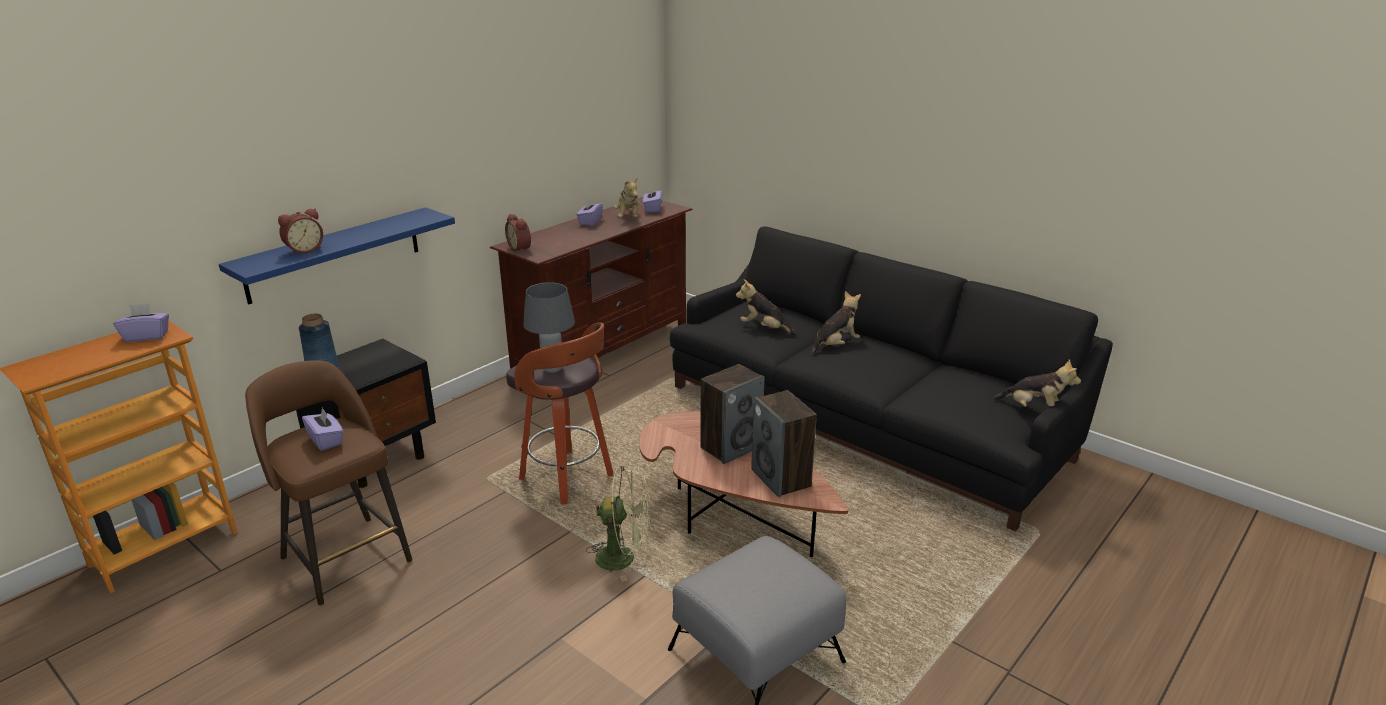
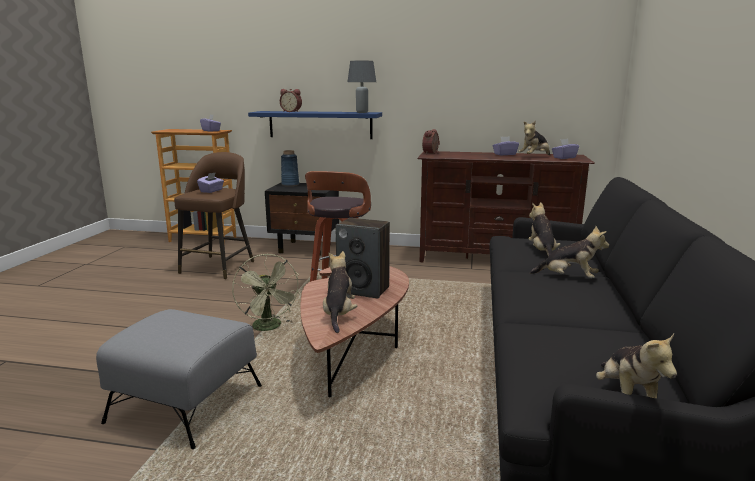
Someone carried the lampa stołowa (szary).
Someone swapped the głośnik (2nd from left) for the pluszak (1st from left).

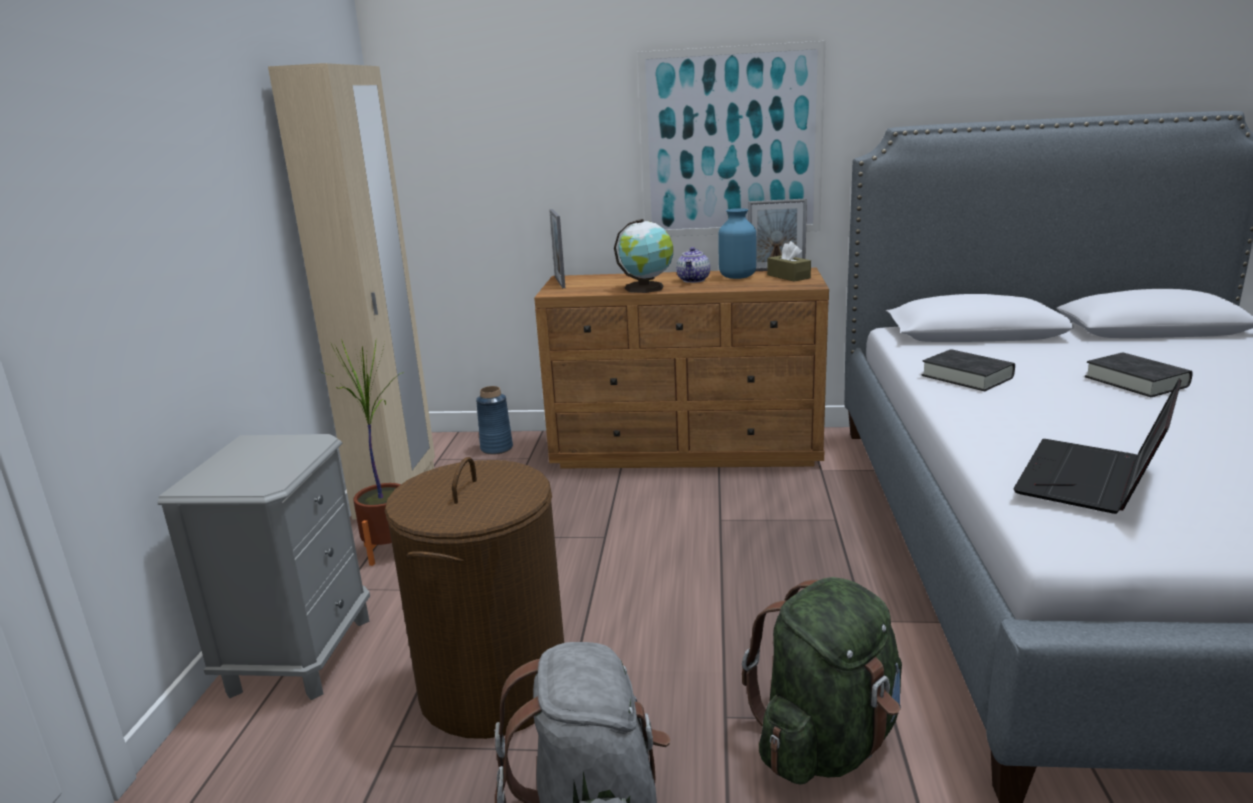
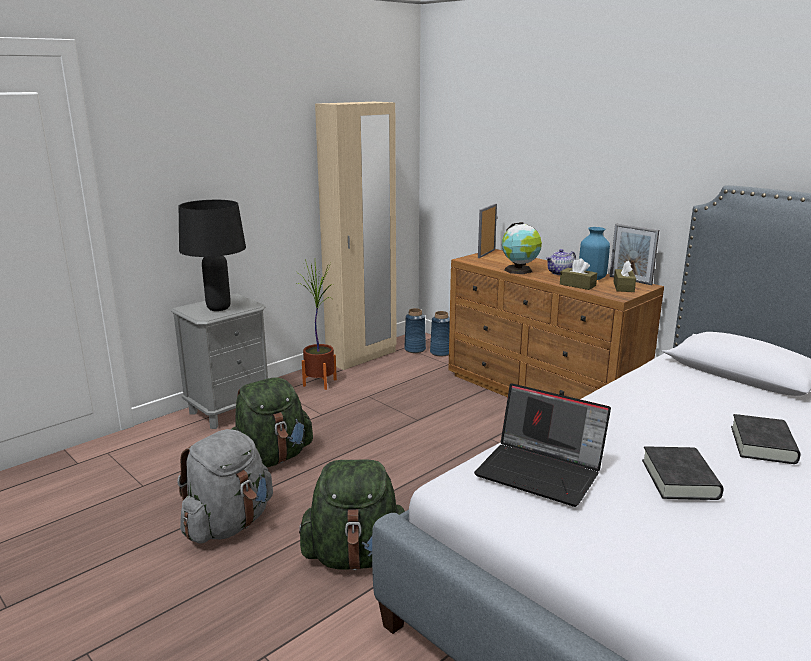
Someone swapped the kosz na pranie (brązowy) for the plecak (zielony) (1st from left).
Someone took away the obraz.
Someone carried the książka (czarny) (1st from left).
Someone rotated the laptop by 135 degrees counterclockwise.
Someone put down the lampa stołowa (czarny).
Someone put down the wazon (niebieski) (1st from left).
Someone put down the pudełko chusteczek (brązowy) (1st from left).

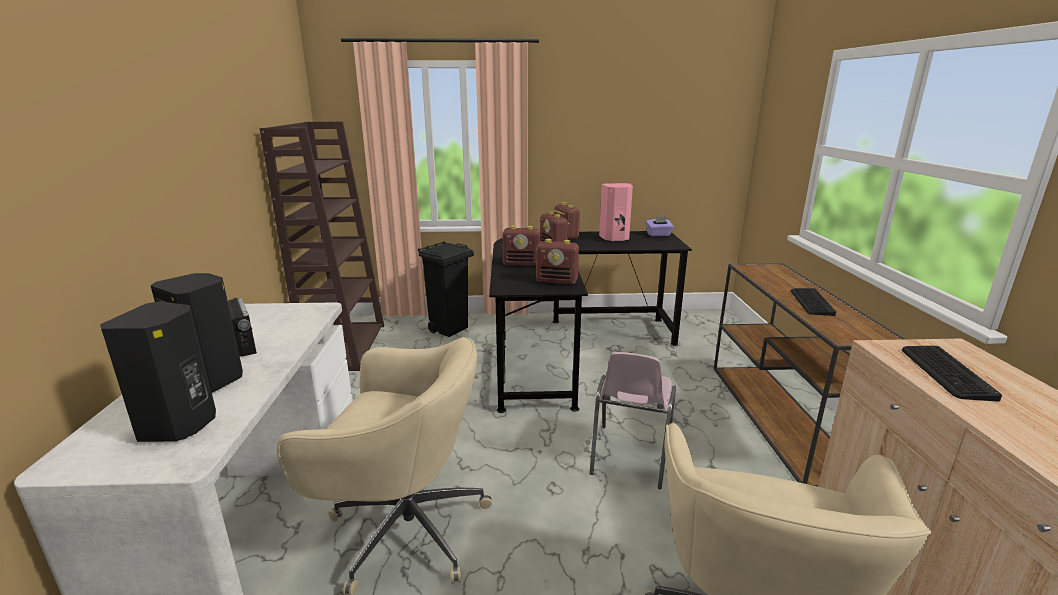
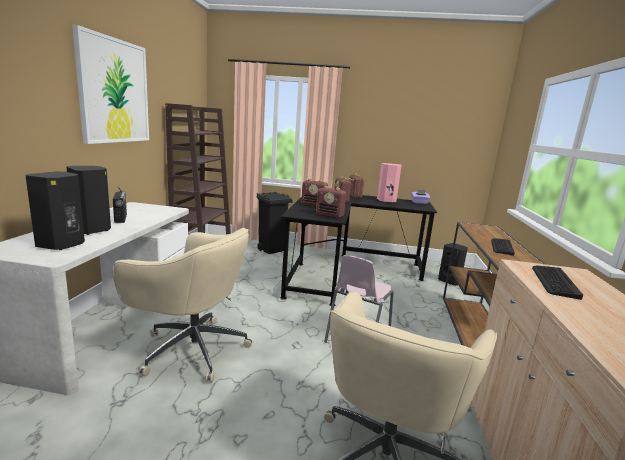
Someone put up the obraz.
Someone put down the głośnik (czarny) (3rd from left).

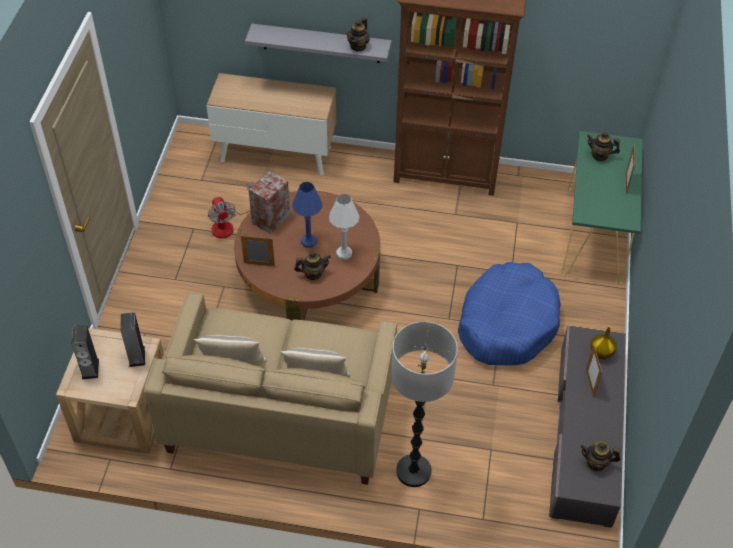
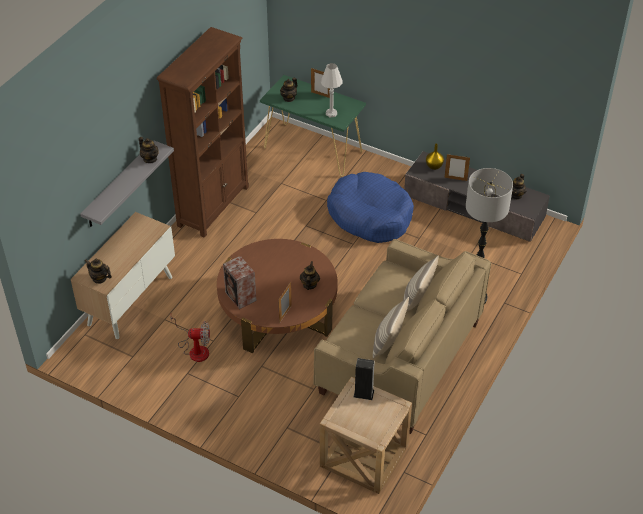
Someone took away the głośnik (1st from left).
Someone took away the lampa stołowa (niebieski).
Someone carried the lampa stołowa (biały).
Someone put down the imbryk (1st from left).

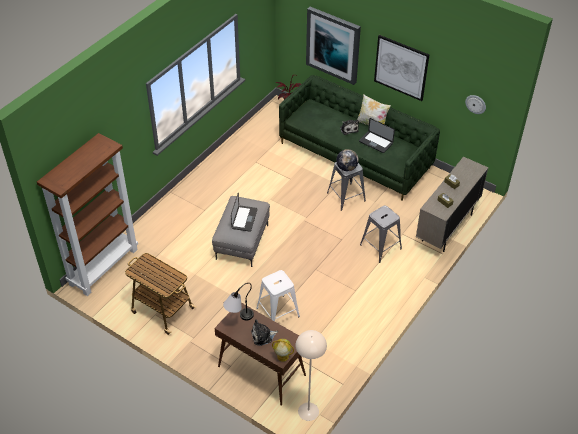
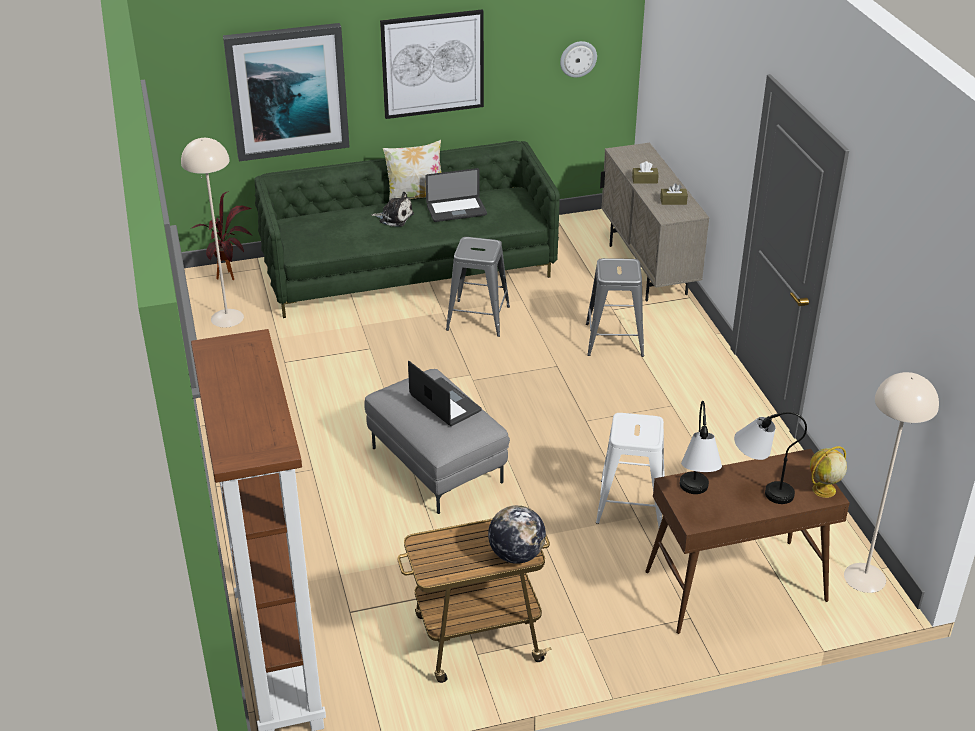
Someone swapped the pluszak (1st from left) for the lampa stołowa (2nd from left).
Someone carried the globus (2nd from left in the first image).
Someone put down the lampa stojąca (beżowy) (1st from left).

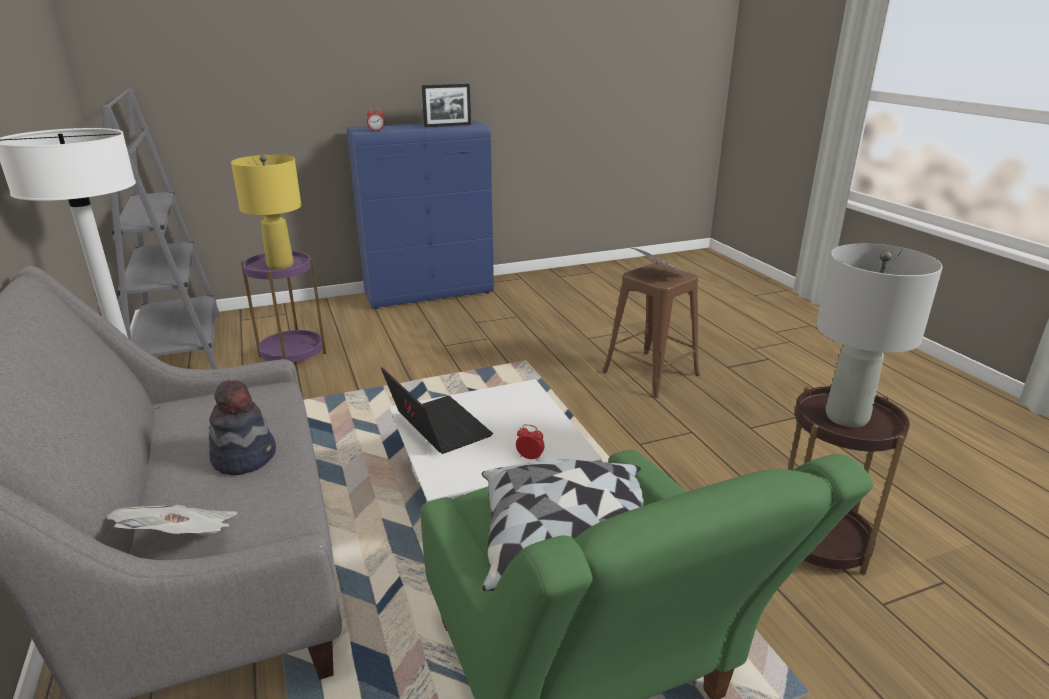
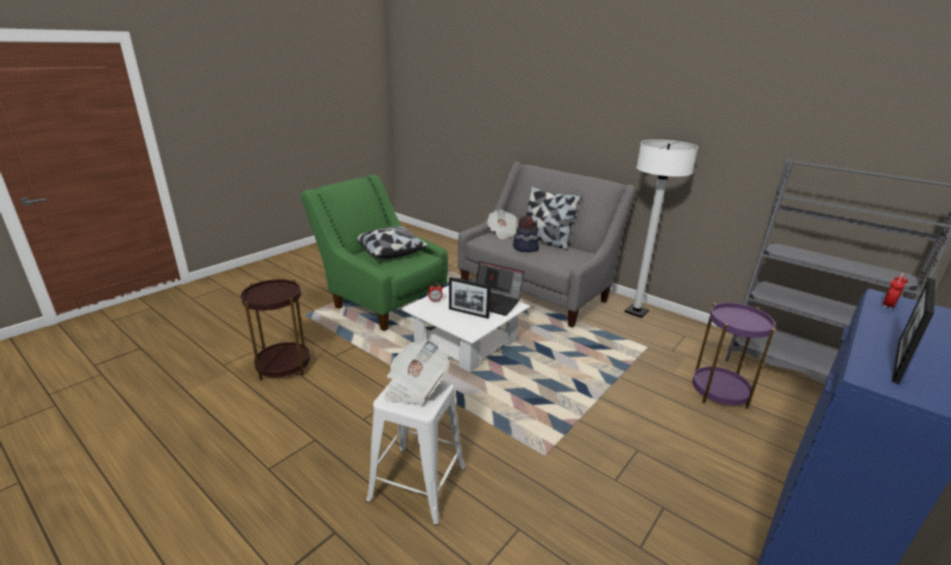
Someone took away the lampa stołowa (żółty).
Someone repainted the stołek (brązowy), which became the stołek (biały).
Someone took away the lampa stołowa (szary).
Someone put down the ramka na zdjęcie (1st from left).
Someone put down the poduszka (2nd from left).

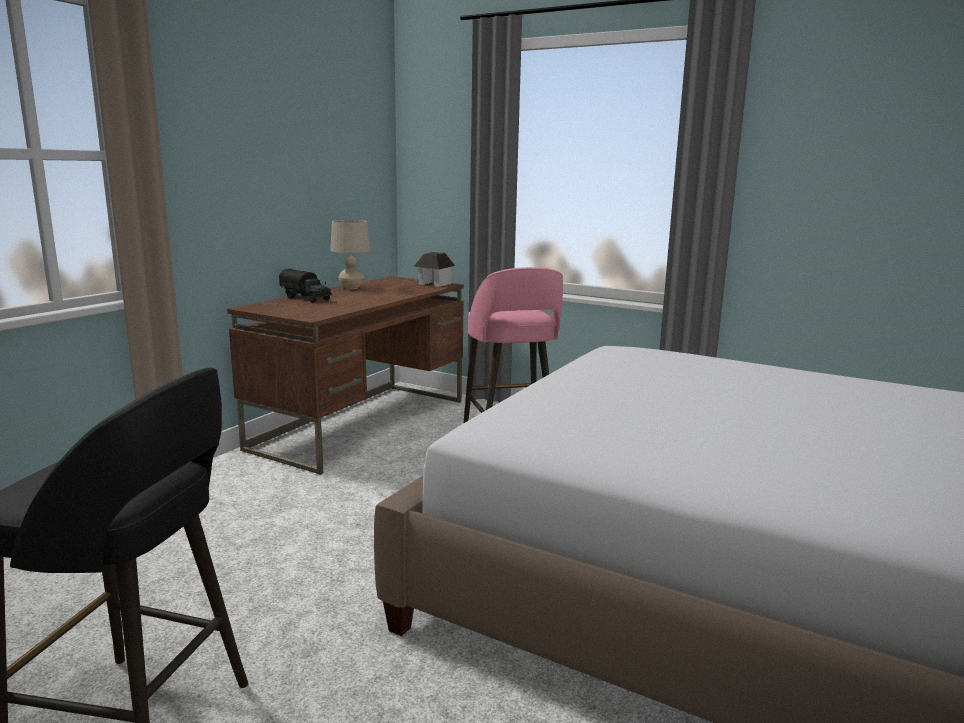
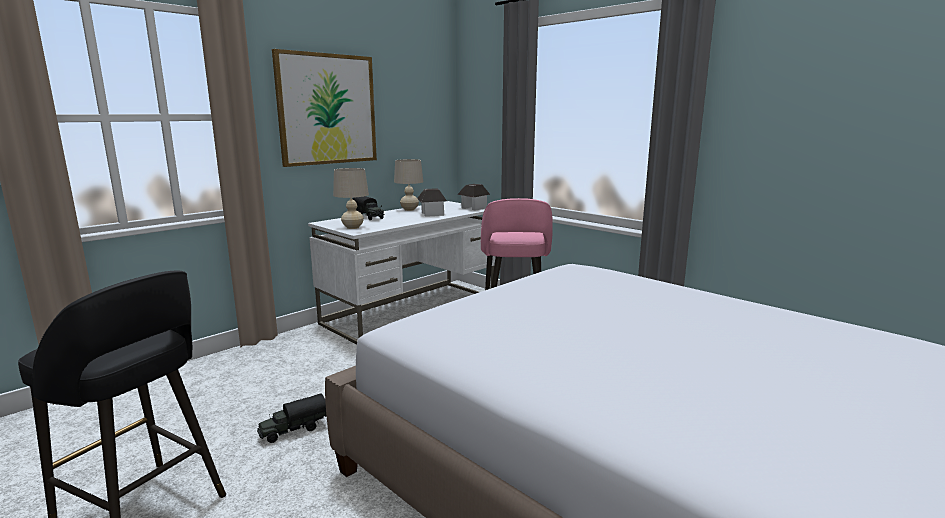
Someone repainted the biurko (brązowy), which became the biurko (biały).
Someone put down the ciężarówka zabawkowa (1st from left).
Someone put up the obraz.
Someone put down the lampa stołowa (beżowy) (1st from left).
Someone put down the domek (1st from left).

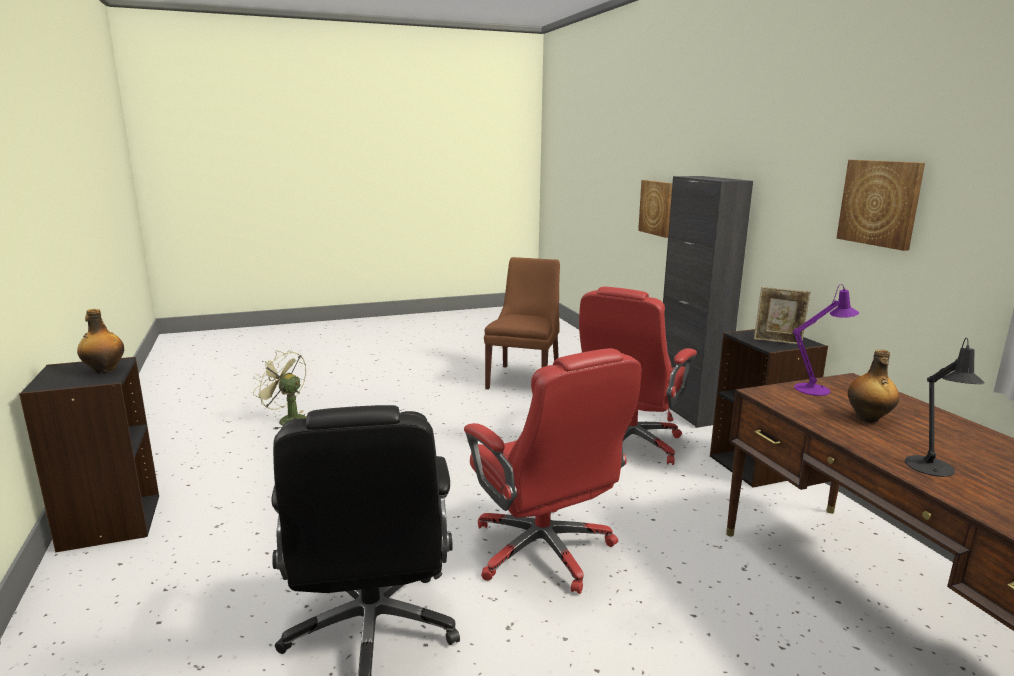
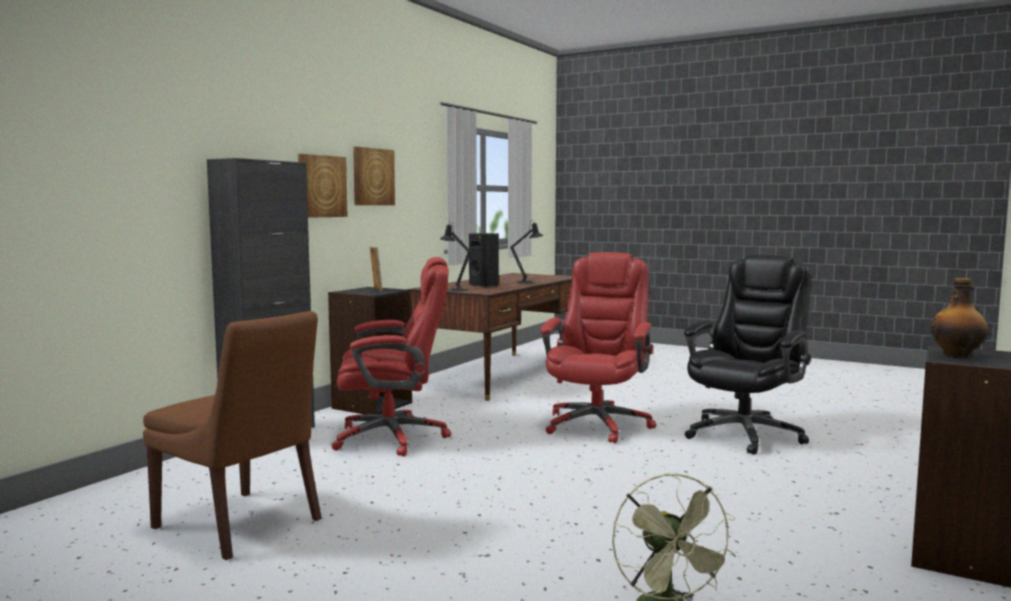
Someone rotated the krzesło (brązowy) by 120 degrees counterclockwise.
Someone carried the obraz (1st from left).
Someone repainted the lampa stołowa (fioletowy), which became the lampa stołowa (czarny) (1st from left).
Someone swapped the butelka (2nd from left) for the głośnik (czarny).

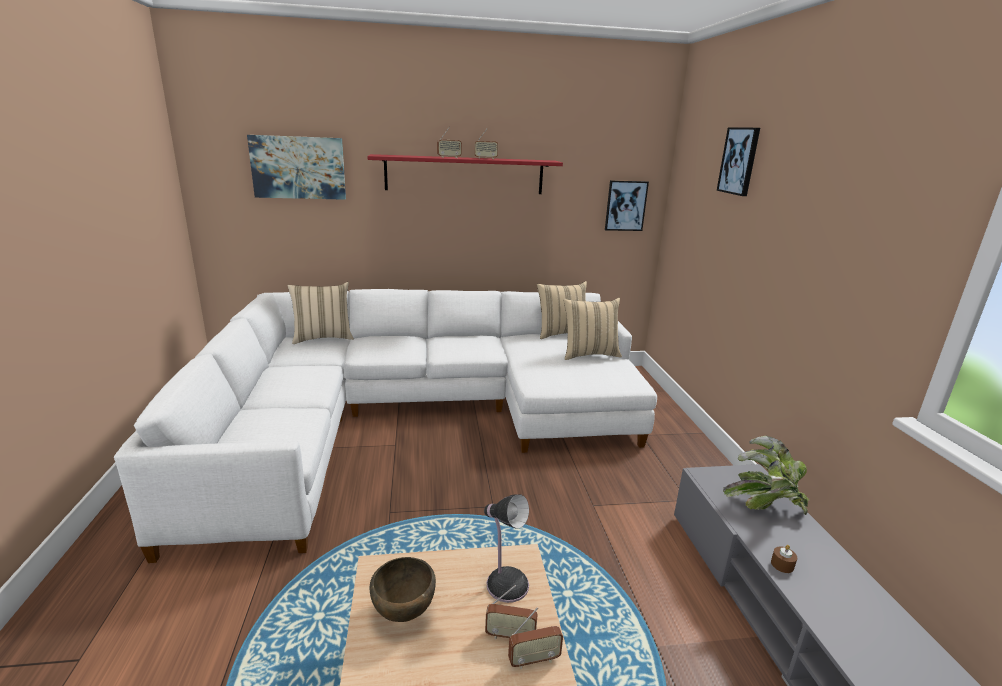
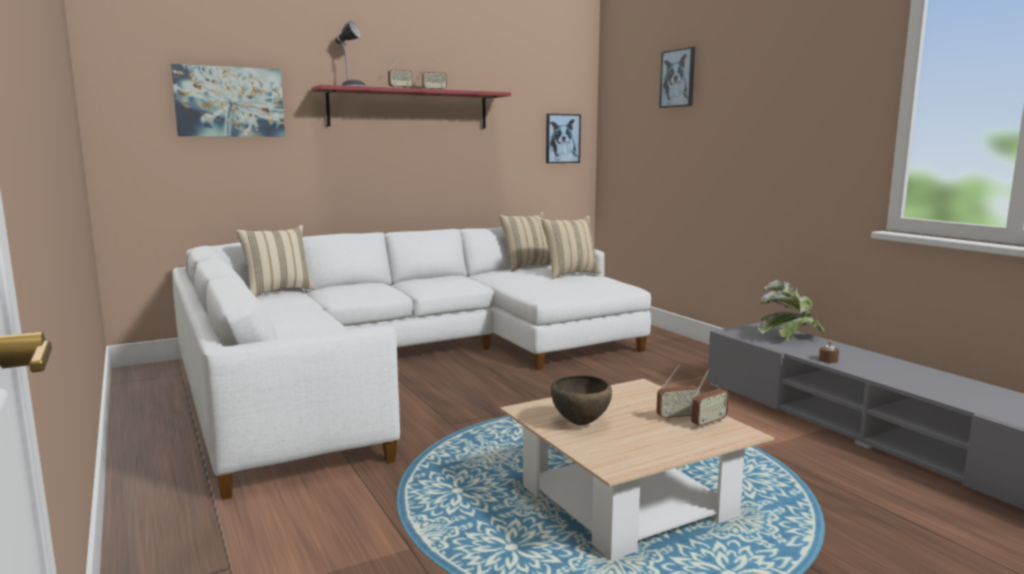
Someone carried the lampa stołowa.

